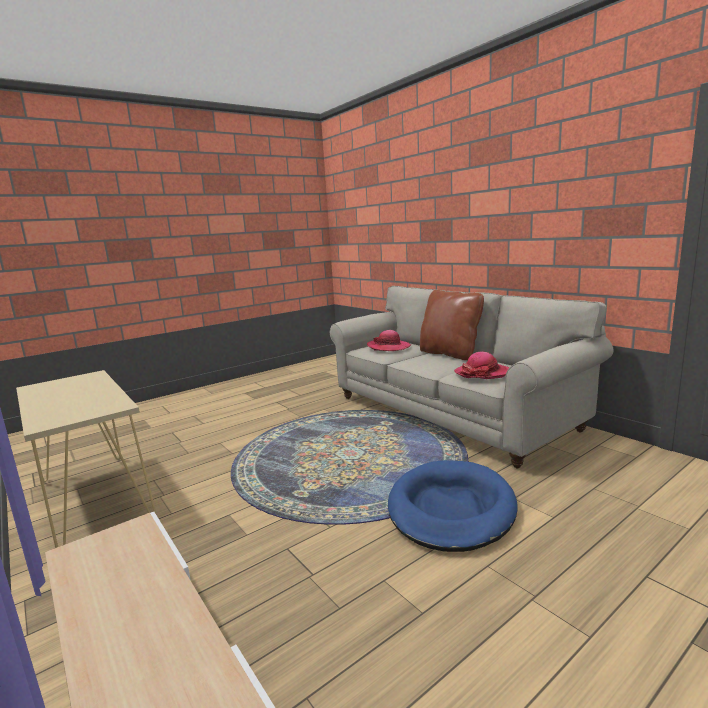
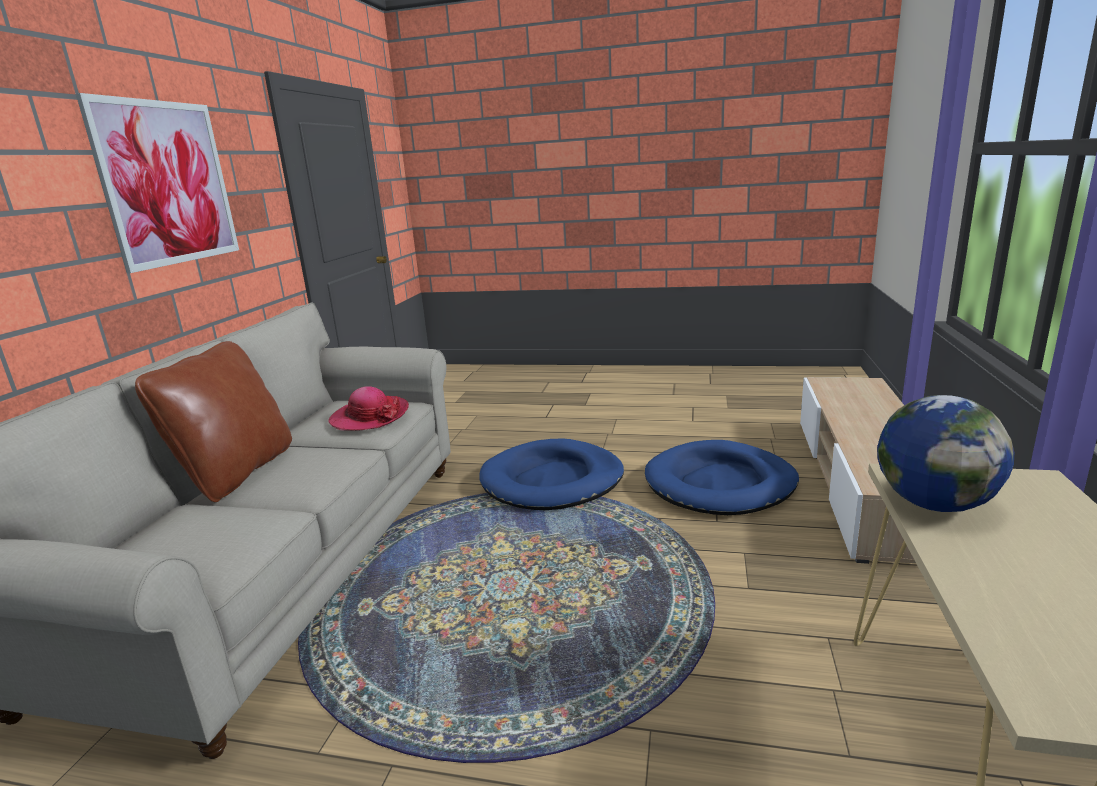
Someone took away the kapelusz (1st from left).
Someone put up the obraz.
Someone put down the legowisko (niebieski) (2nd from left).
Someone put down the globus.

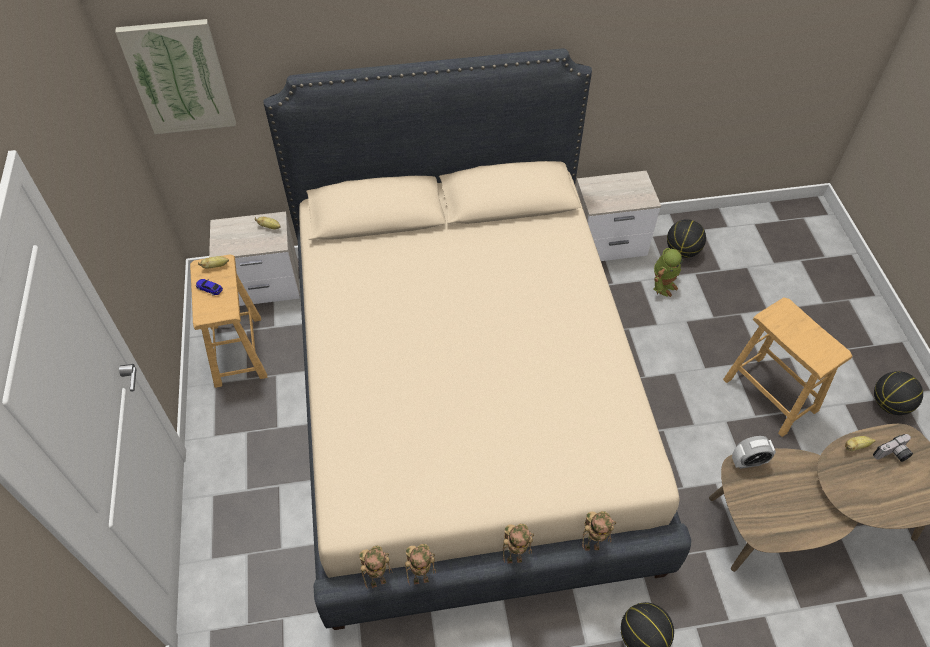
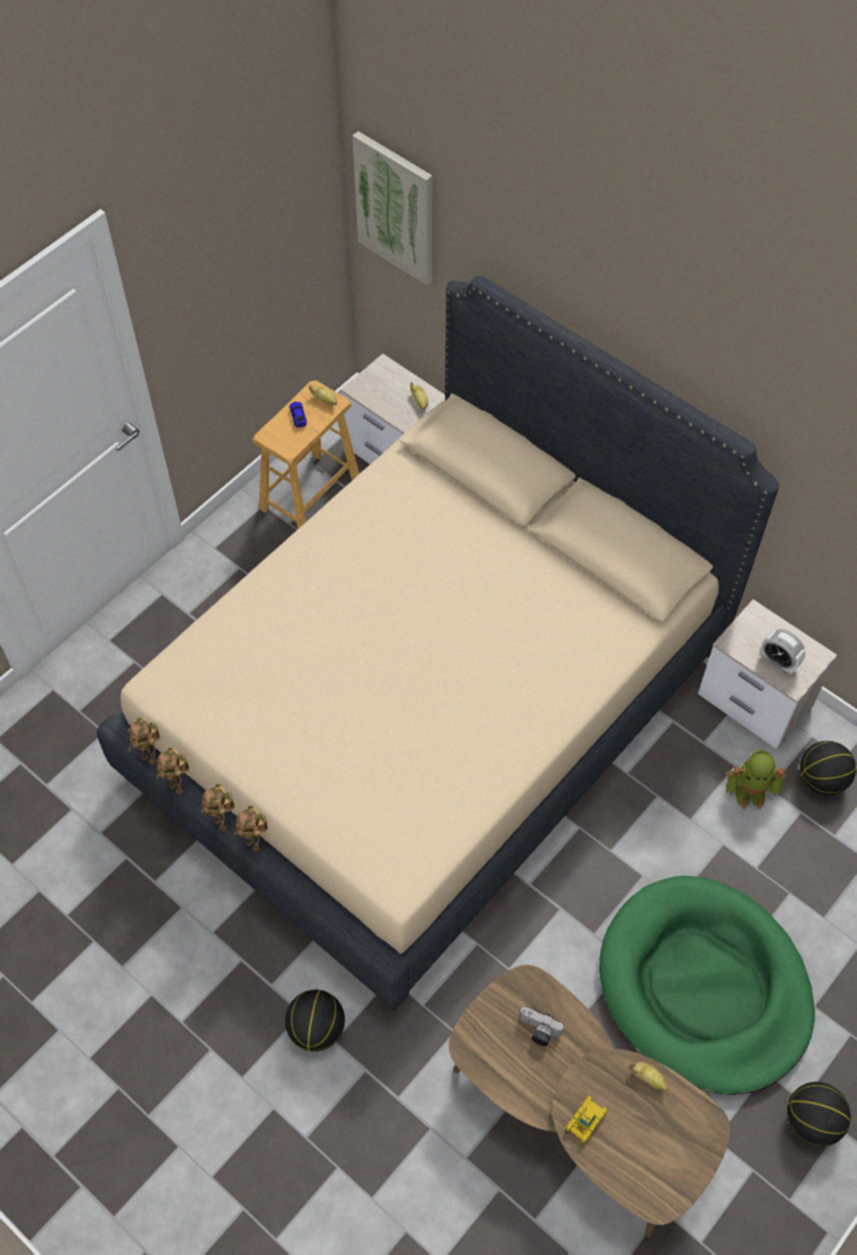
Someone carried the robot zabawkowy (4th from left in the first image).
Someone swapped the stołek (brązowy) (2nd from left) for the legowisko (zielony).
Someone carried the budzik.
Someone carried the aparat fotograficzny.
Someone put down the samochodzik (2nd from left).

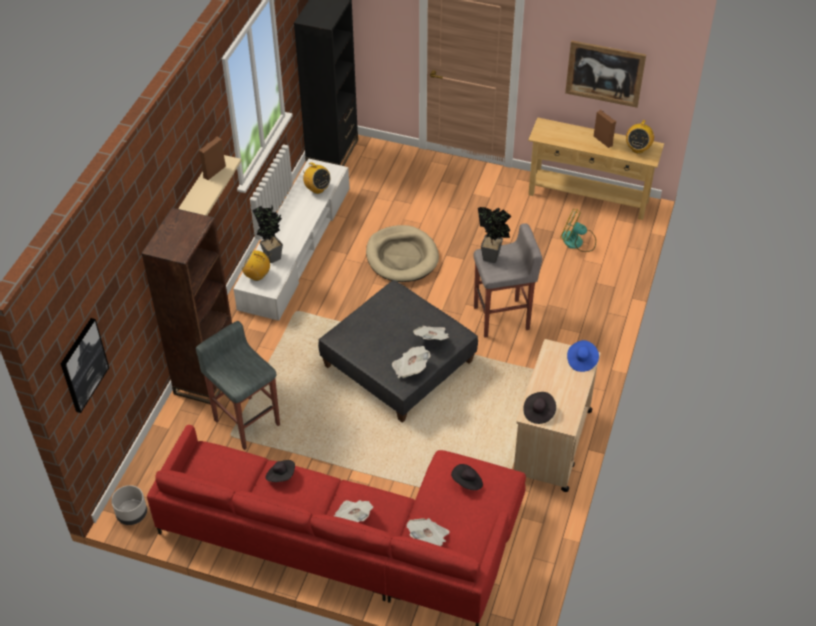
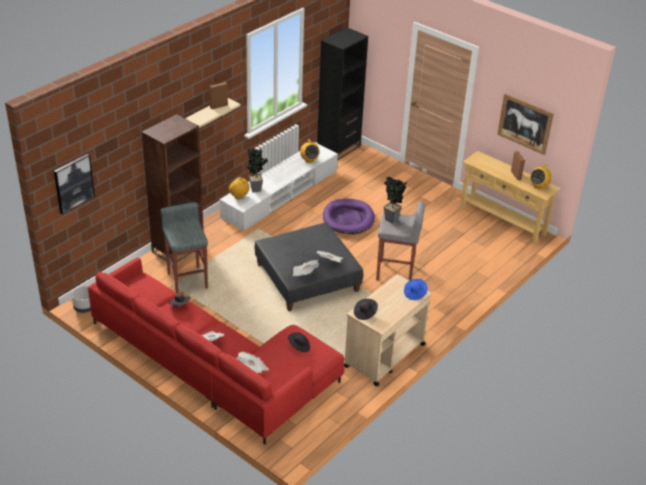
Someone repainted the legowisko (beżowy), which became the legowisko (fioletowy).
Someone took away the wentylator.

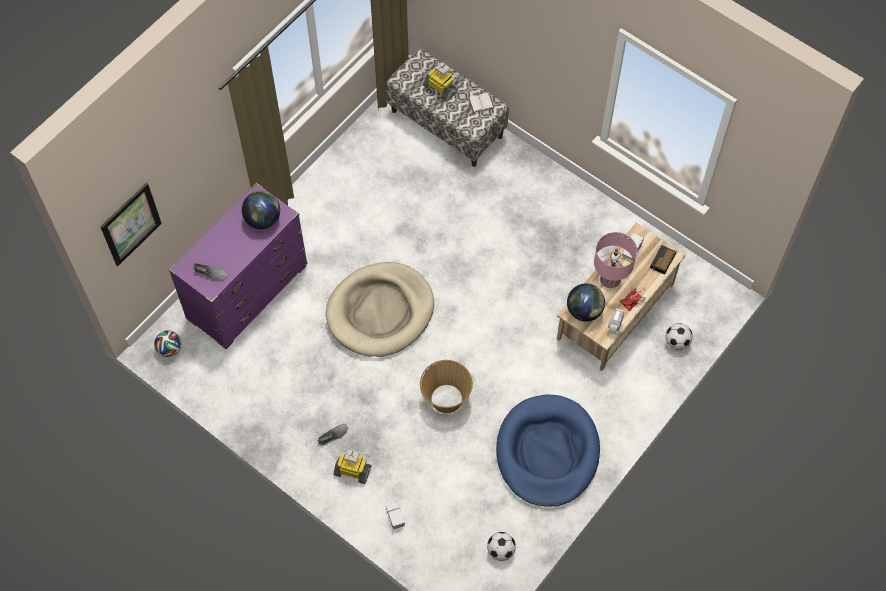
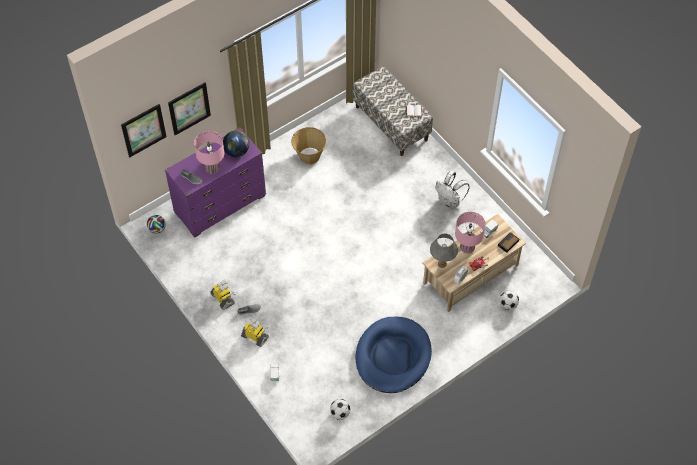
Someone took away the legowisko (beżowy).
Someone carried the koszyk.
Someone carried the robot zabawkowy (2nd from left in the first image).
Someone swapped the globus (2nd from left) for the lampa stołowa (szary).
Someone put up the obraz (2nd from left).
Someone put down the lampa stołowa (różowy) (1st from left).
Someone put down the plecak (biały).

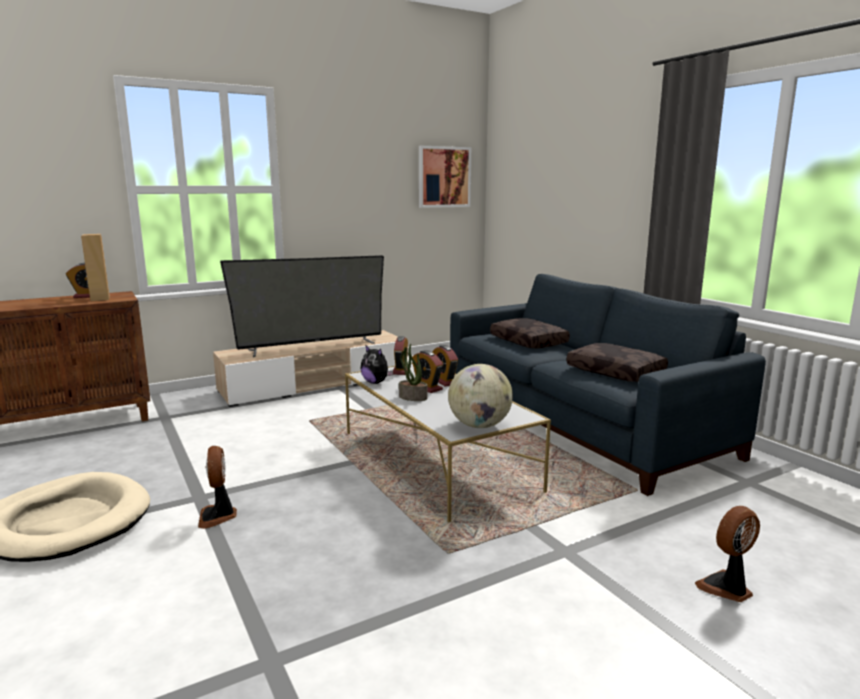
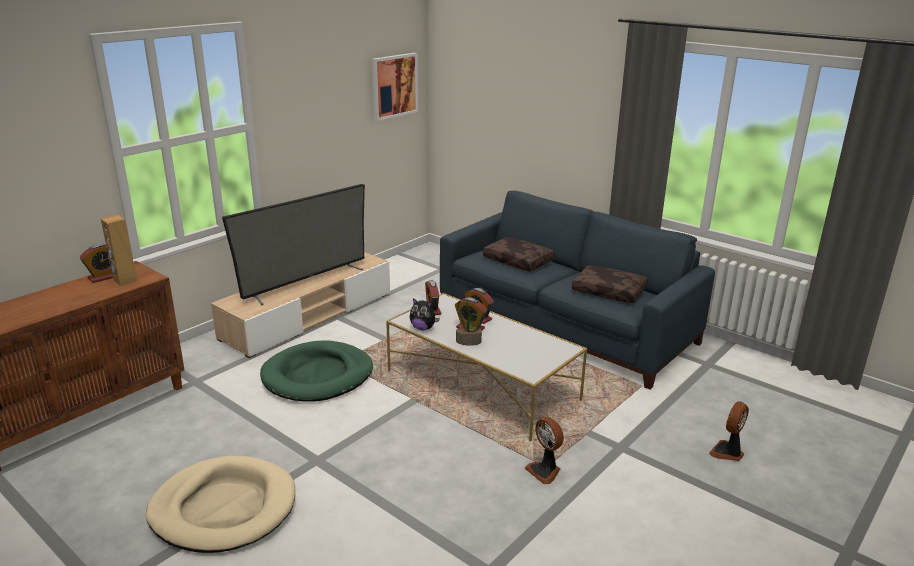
Someone carried the wentylator (1st from left).
Someone took away the globus.
Someone put down the legowisko (zielony).

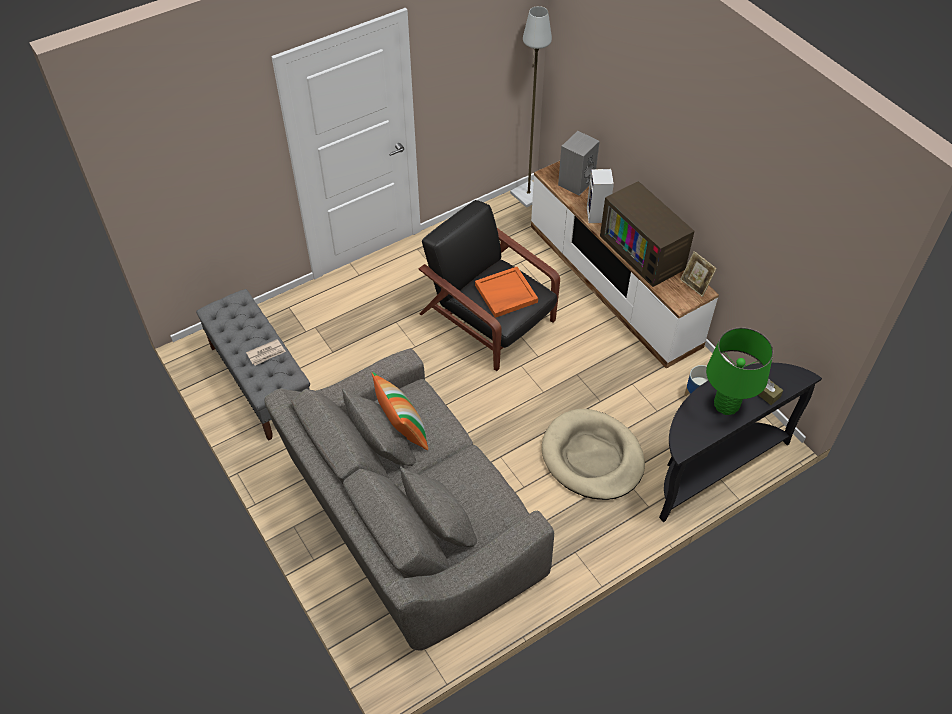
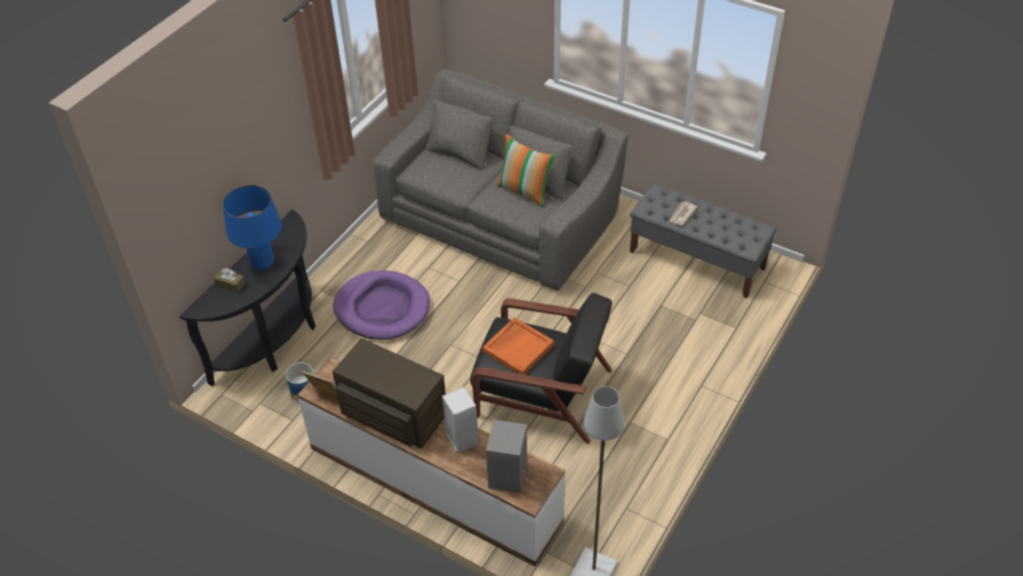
Someone repainted the legowisko (beżowy), which became the legowisko (fioletowy).
Someone repainted the lampa stołowa (zielony), which became the lampa stołowa (niebieski).

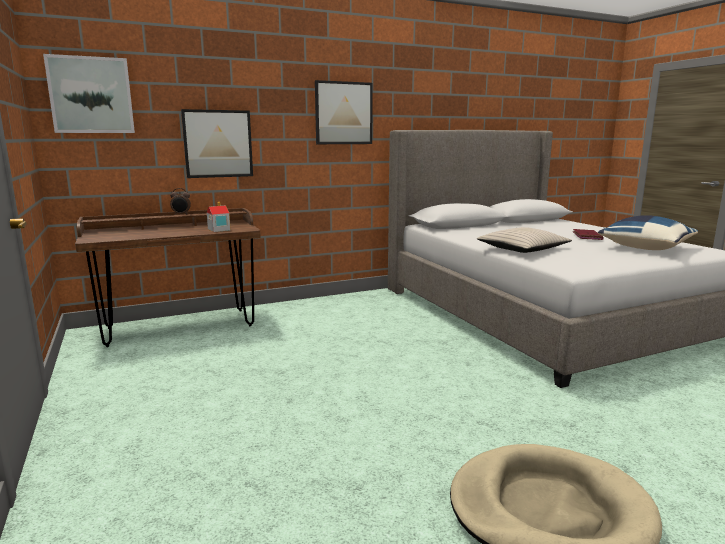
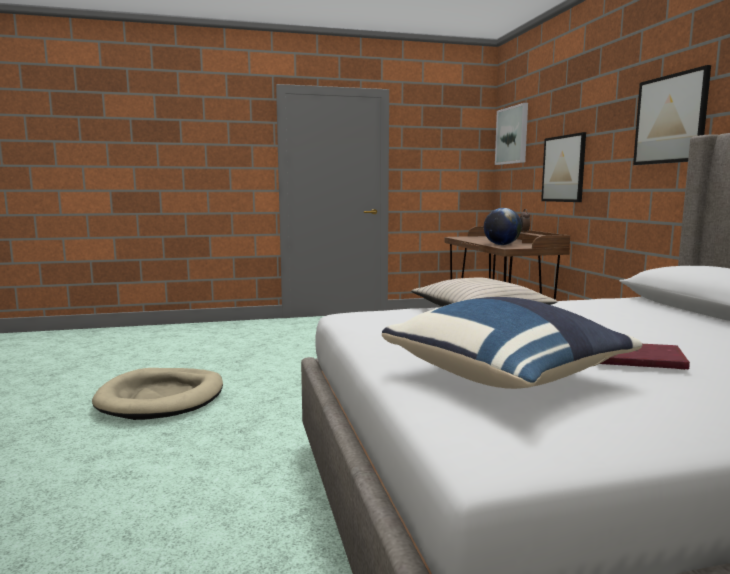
Someone swapped the domek for the globus.

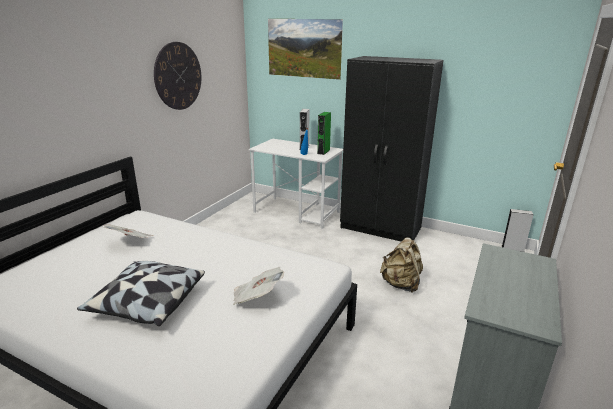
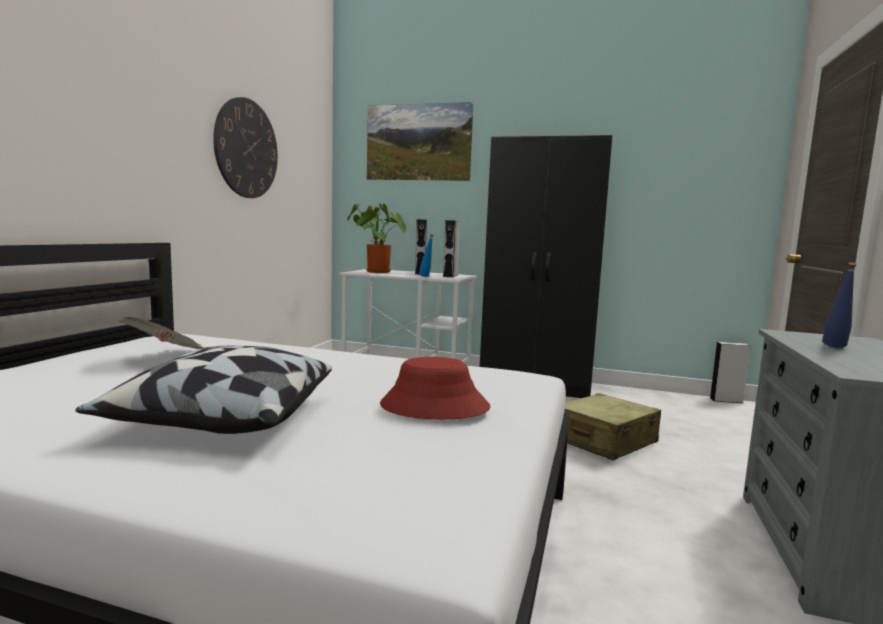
Someone swapped the gazeta (2nd from left) for the kapelusz (czerwony).
Someone repainted the głośnik (zielony), which became the głośnik (szary) (2nd from left).
Someone swapped the plecak (beżowy) for the walizka (beżowy).
Someone put down the roślina doniczkowa.
Someone put down the butelka (niebieski) (2nd from left).

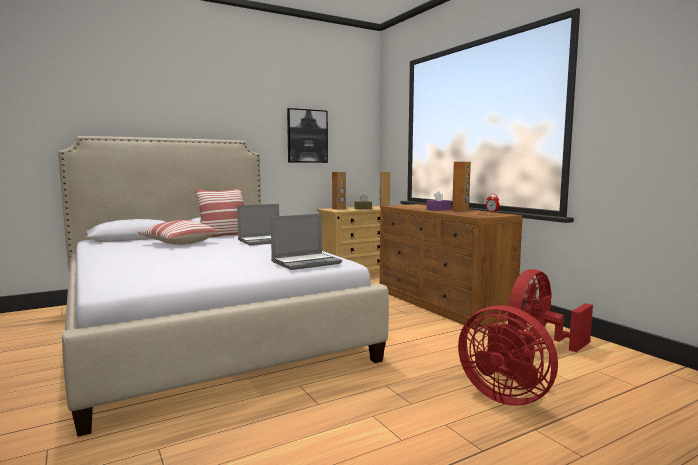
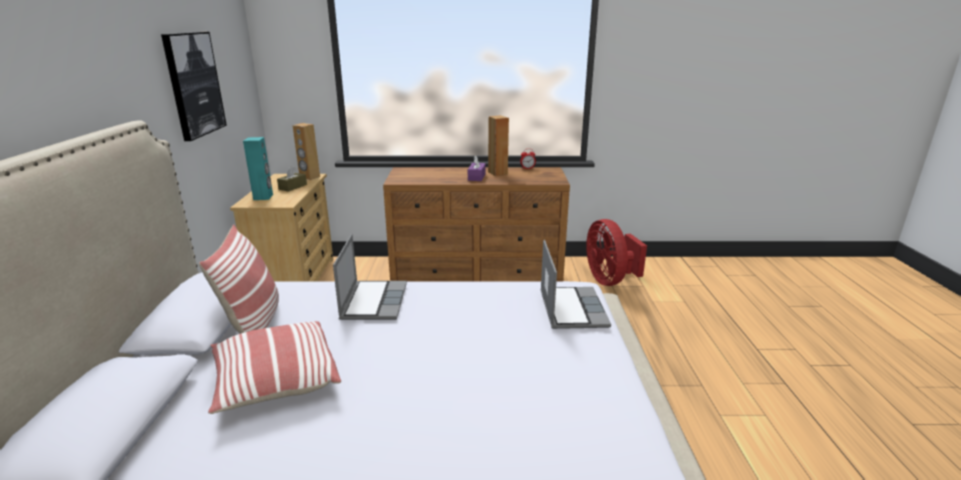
Someone repainted the głośnik (brązowy) (1st from left), which became the głośnik (turkusowy).
Someone took away the wentylator (czerwony) (1st from left).

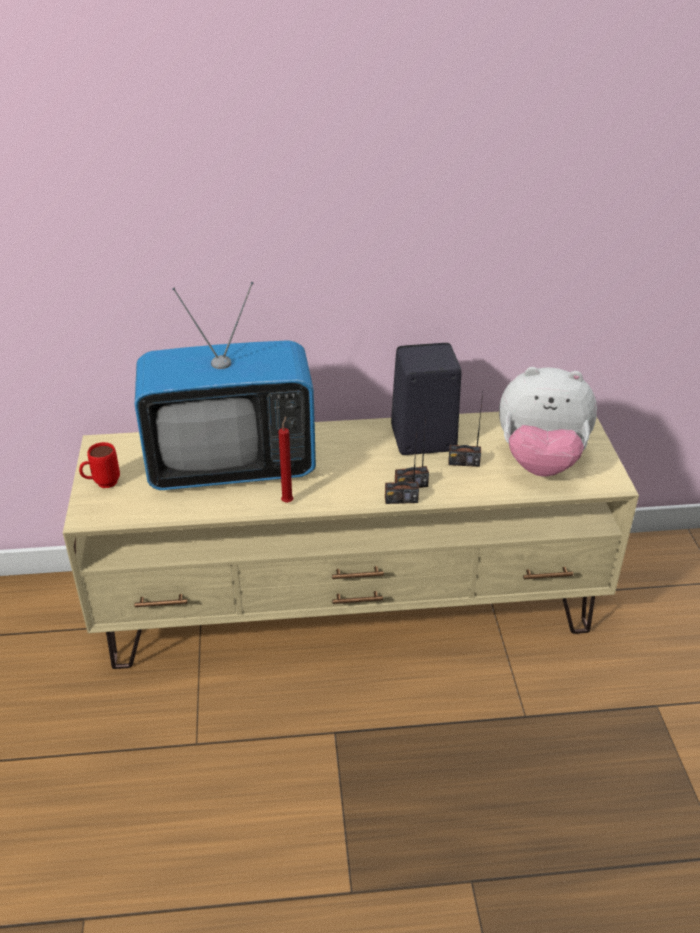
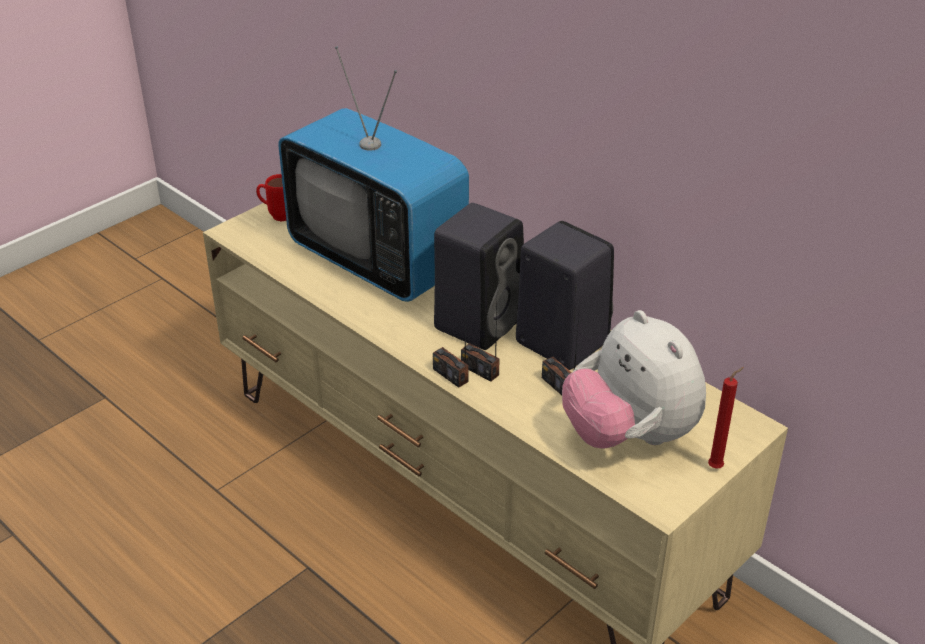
Someone carried the świeca (czerwony).
Someone put down the głośnik (czarny) (1st from left).

